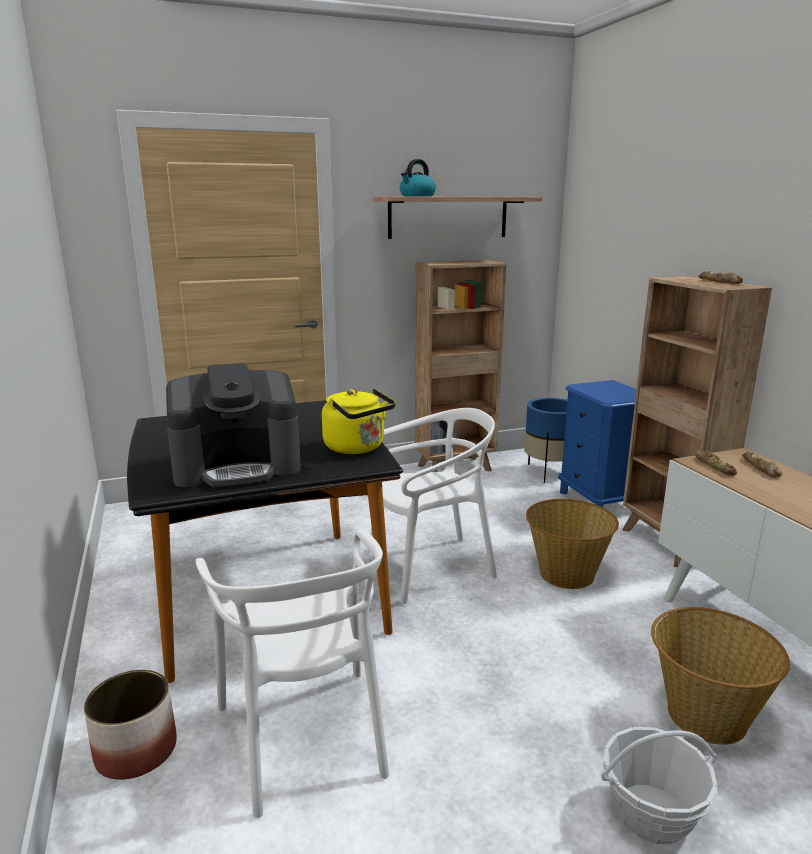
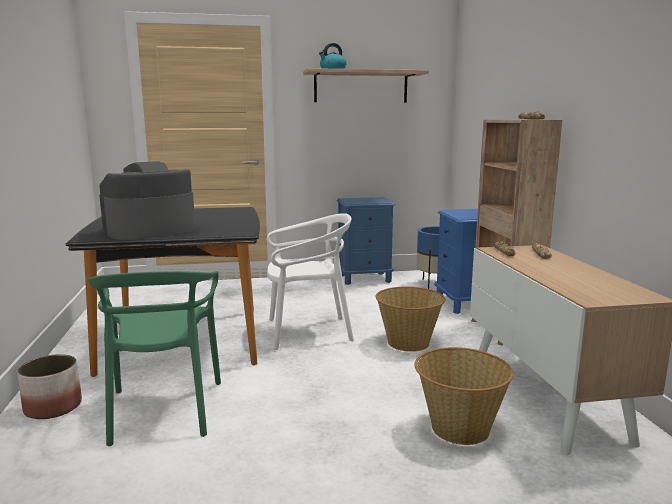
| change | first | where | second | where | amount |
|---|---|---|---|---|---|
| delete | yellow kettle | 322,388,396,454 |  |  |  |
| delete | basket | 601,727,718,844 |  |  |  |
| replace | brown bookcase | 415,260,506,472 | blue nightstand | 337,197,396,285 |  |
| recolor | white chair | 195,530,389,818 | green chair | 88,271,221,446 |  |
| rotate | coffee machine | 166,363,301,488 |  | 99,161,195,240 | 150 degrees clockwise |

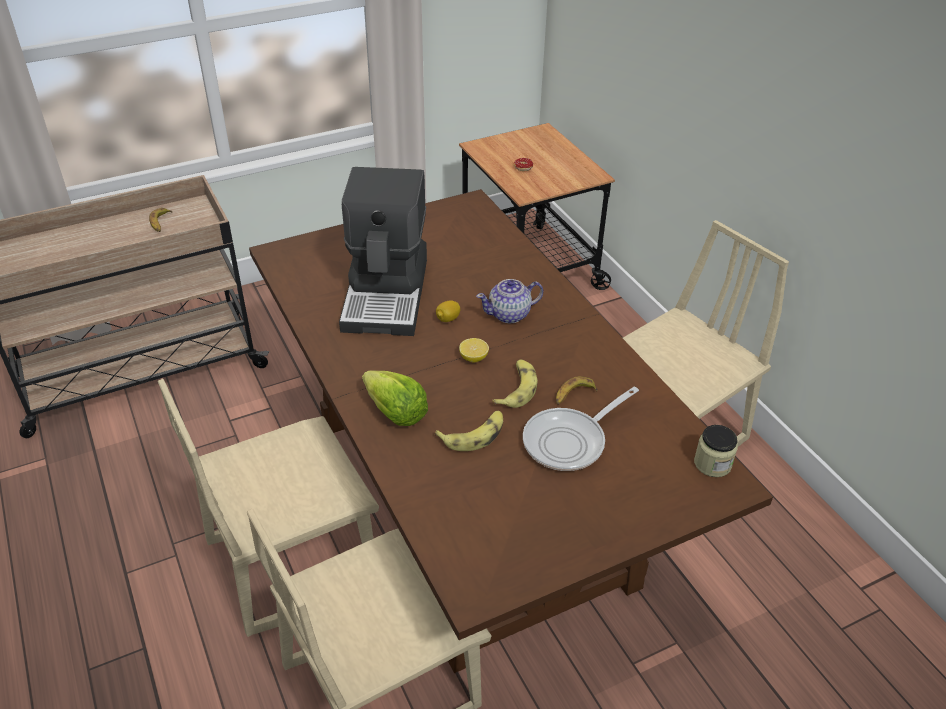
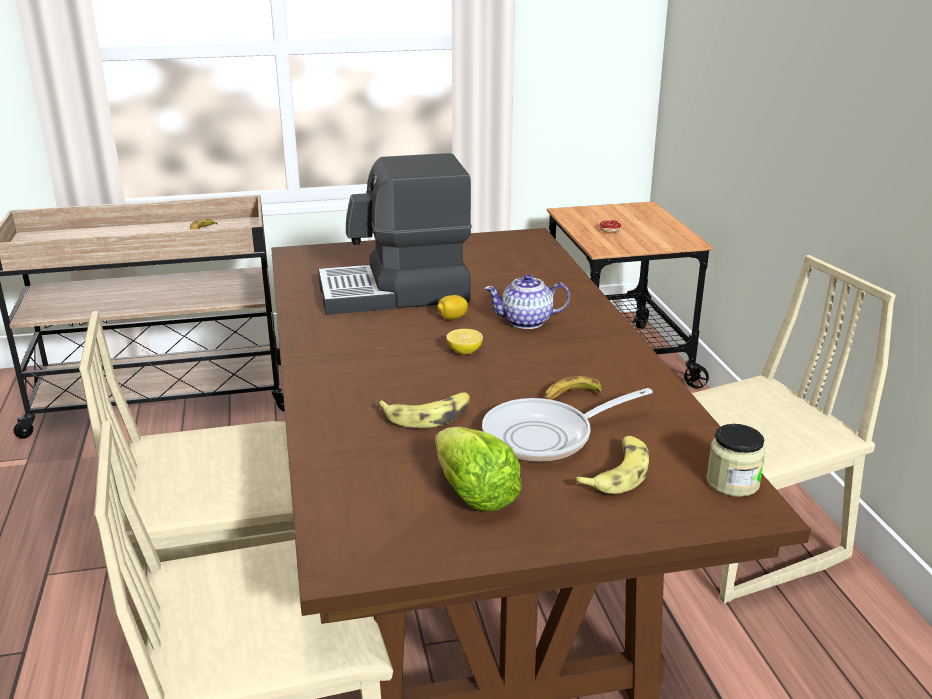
| change | first | where | second | where | amount |
|---|---|---|---|---|---|
| move | lettuce | 362,370,428,426 |  | 435,427,522,512 |  |
| move | banana | 492,359,538,408 |  | 575,436,649,494 |  |
| rotate | coffee machine | 339,167,427,336 |  | 318,153,472,315 | 60 degrees clockwise |

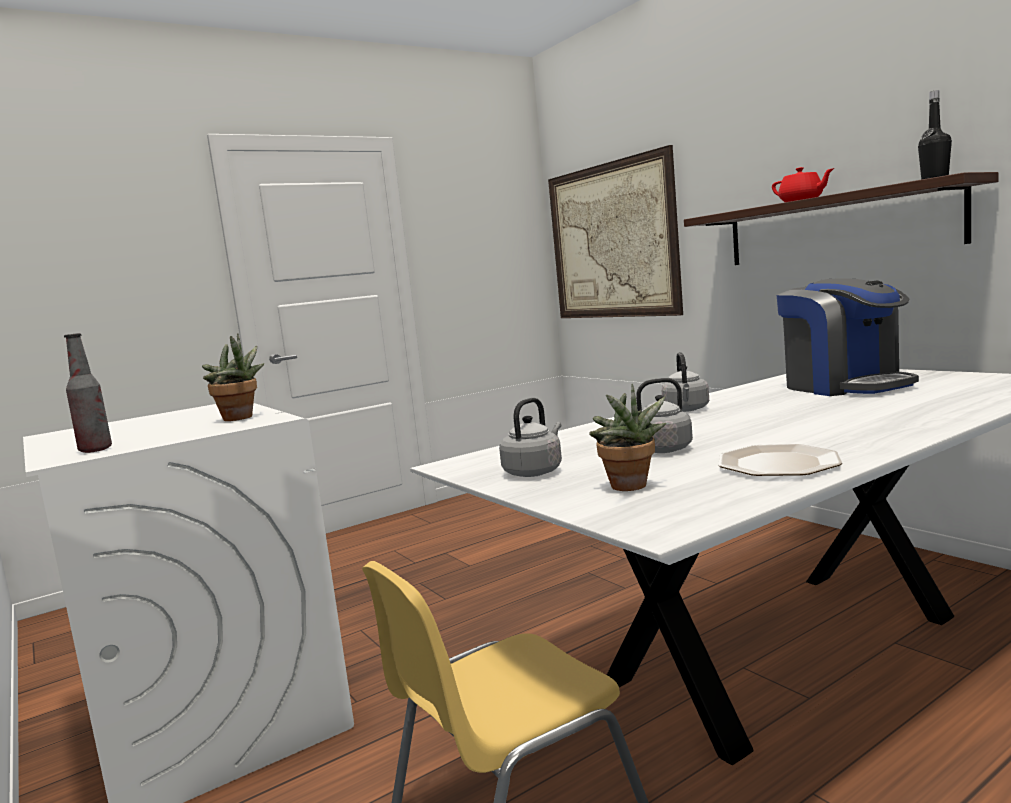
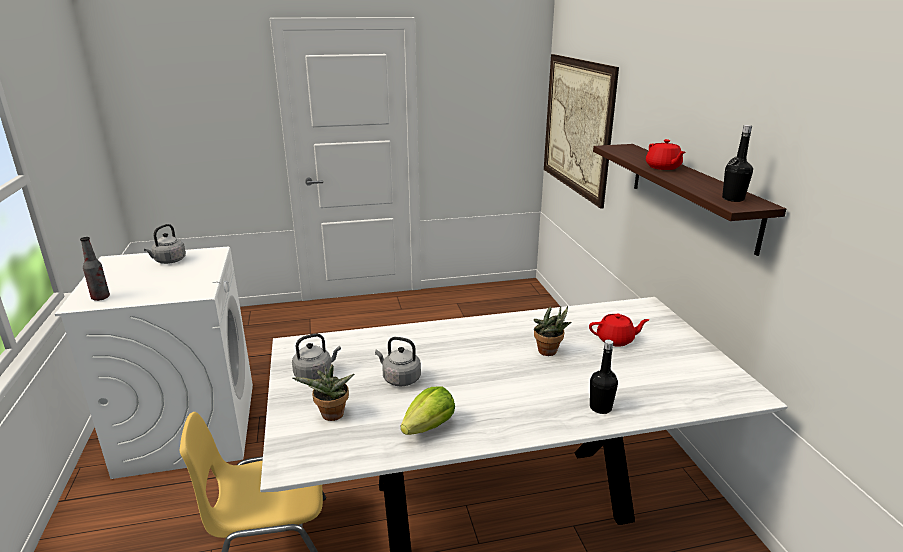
| change | first | where | second | where | amount |
|---|---|---|---|---|---|
| insert |  |  | black bottle | 590,340,618,414 |  |
| move | potted plant | 202,333,265,421 |  | 534,306,571,356 |  |
| move | grey kettle | 661,352,709,412 |  | 144,224,186,264 |  |
| replace | plate | 718,444,842,476 | lettuce | 401,386,455,435 |  |
| replace | coffee machine | 777,278,919,396 | red teapot | 589,313,649,347 |  |

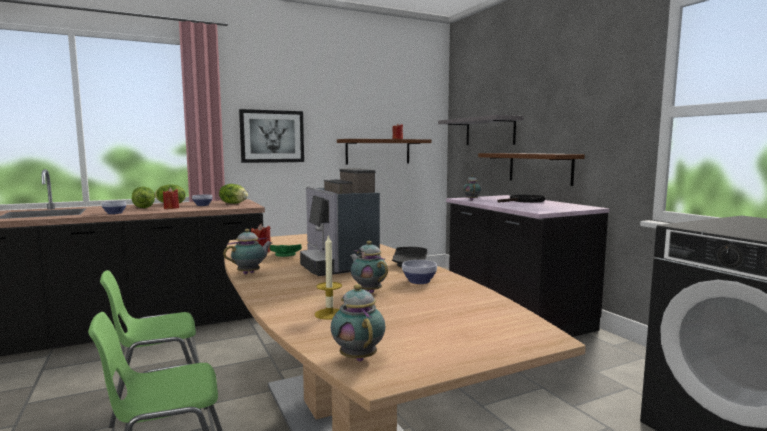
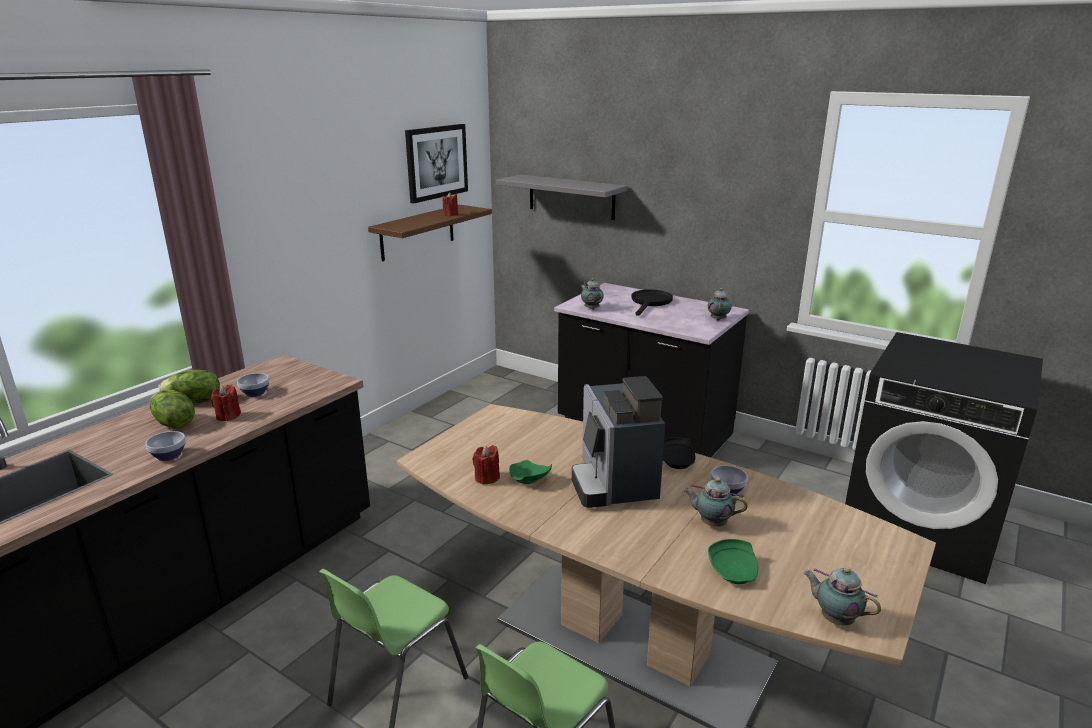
| change | first | where | second | where | amount |
|---|---|---|---|---|---|
| delete | lettuce | 219,184,248,204 |  |  |  |
| delete | brown shelf | 478,153,585,186 |  |  |  |
| move | teapot | 223,229,272,274 |  | 708,288,732,321 |  |
| move | picture | 239,109,304,163 |  | 405,124,468,204 |  |
| replace | candle | 315,234,342,320 | green plate | 708,539,758,584 |  |
| rotate | coffee machine | 300,168,380,276 |  | 572,376,665,508 | 45 degrees clockwise |

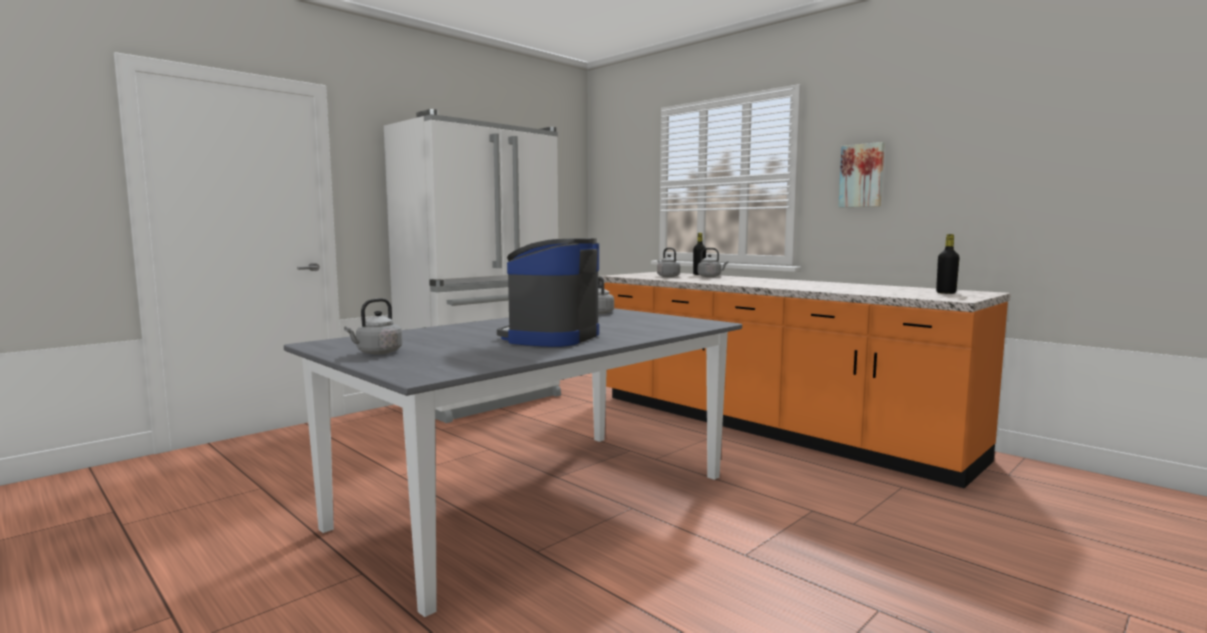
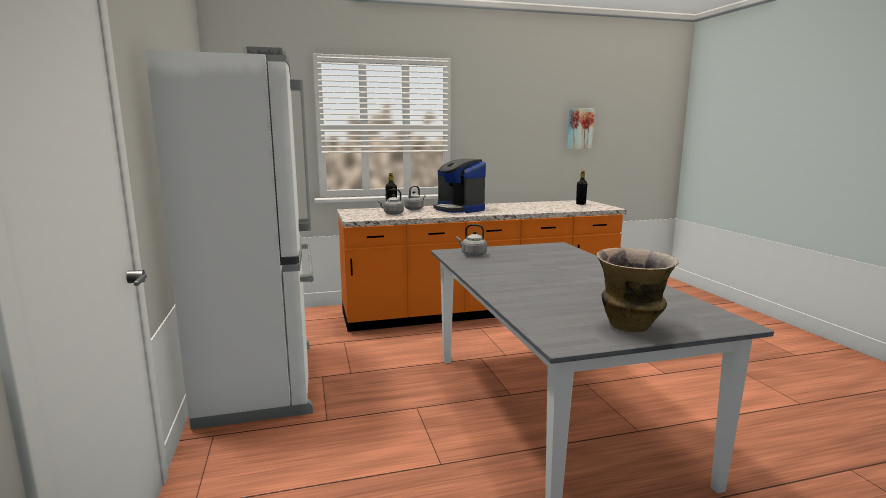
| change | first | where | second | where | amount |
|---|---|---|---|---|---|
| move | coffee machine | 497,238,599,347 |  | 433,159,486,213 |  |
| move | picture | 838,142,884,207 |  | 567,108,595,149 |  |
| replace | grey kettle | 344,298,402,354 | vase | 596,248,678,332 |  |

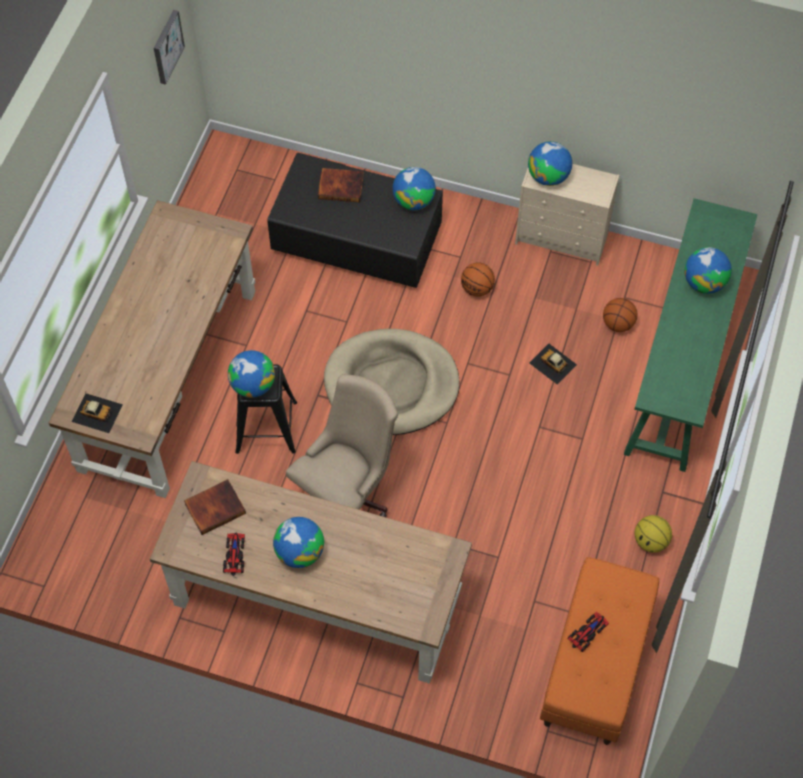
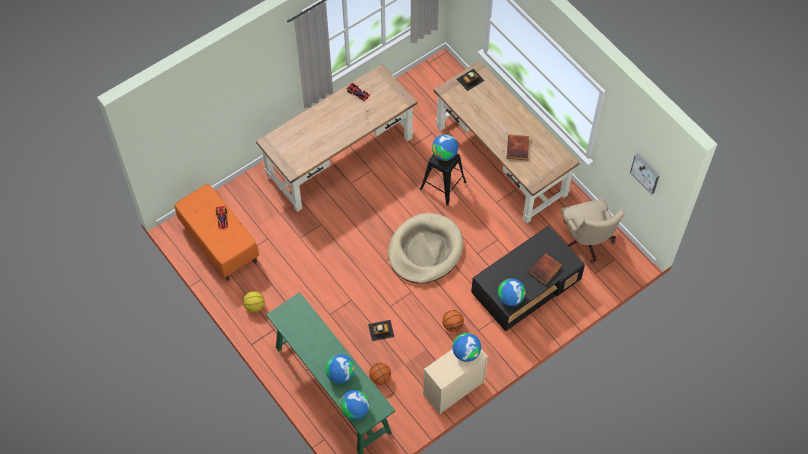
| change | first | where | second | where | amount |
|---|---|---|---|---|---|
| move | book | 184,479,246,535 |  | 507,135,529,160 |  |
| move | globe | 273,517,324,568 |  | 339,390,369,420 |  |
| move | beige office chair | 286,374,398,517 |  | 561,198,624,263 |  |

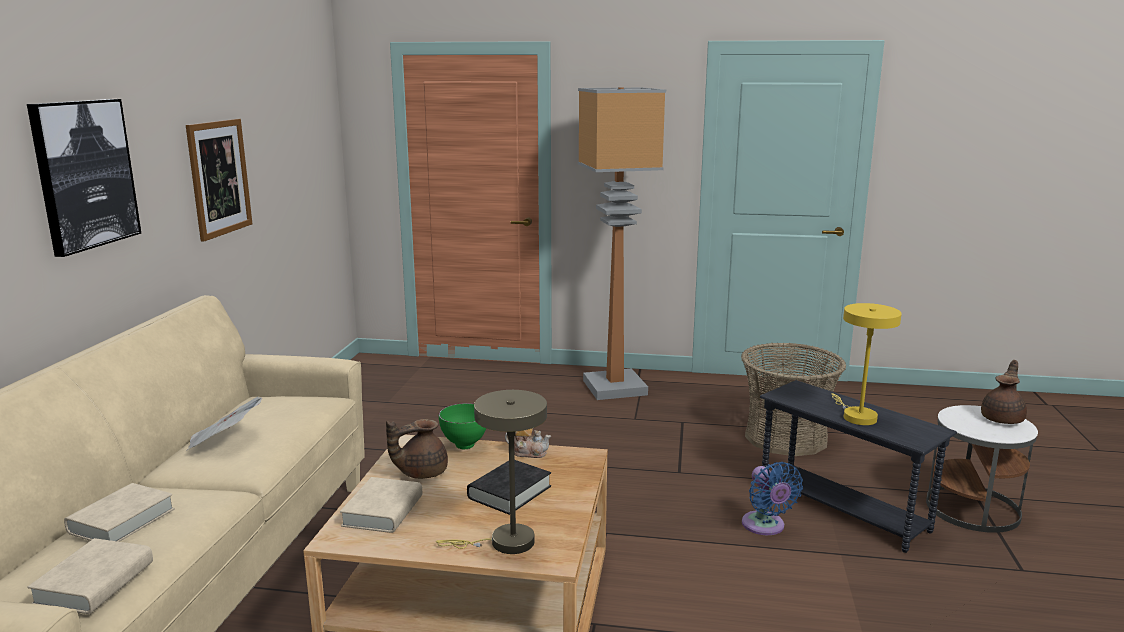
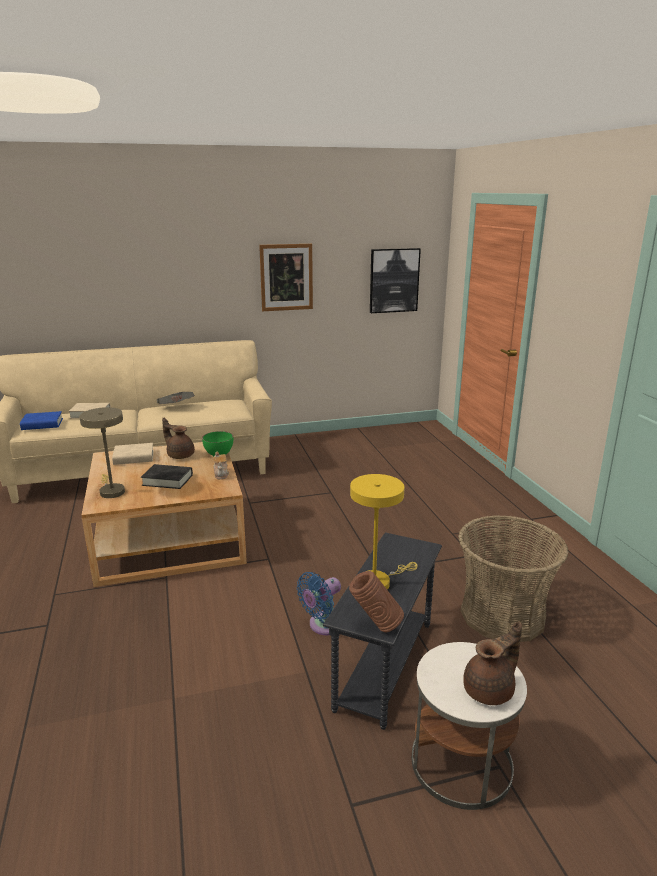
| change | first | where | second | where | amount |
|---|---|---|---|---|---|
| delete | floor lamp | 578,87,666,400 |  |  |  |
| insert |  |  | brown vase | 349,571,404,632 |  |
| move | picture | 27,99,141,257 |  | 370,248,421,313 |  |
| recolor | beige book | 27,538,153,614 | blue book | 20,411,63,430 |  |
| rotate | brown teapot | 981,360,1027,424 |  | 463,621,522,705 | 45 degrees counterclockwise |

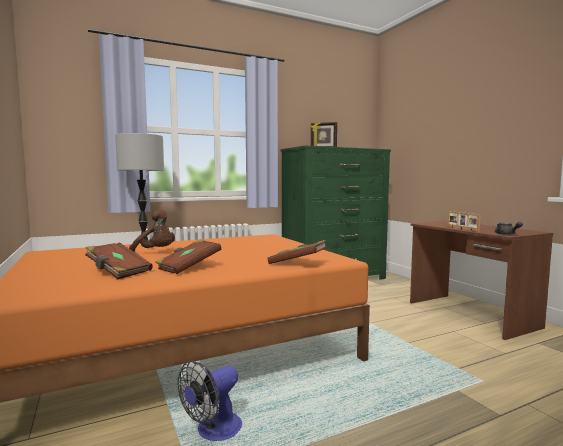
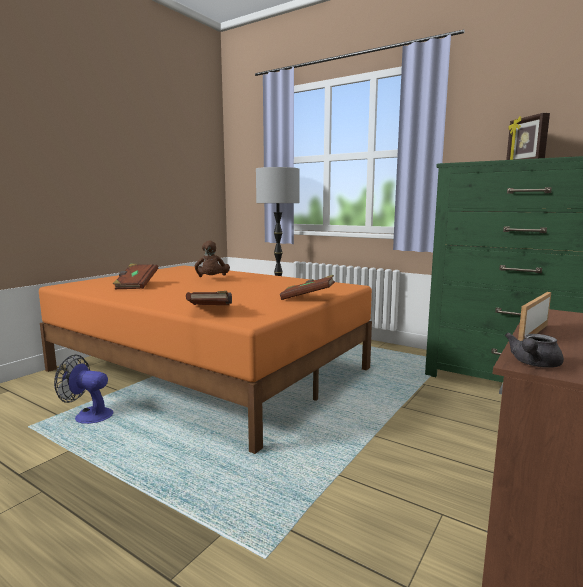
| change | first | where | second | where | amount |
|---|---|---|---|---|---|
| move | brown book | 156,239,221,274 |  | 280,275,335,300 |  |

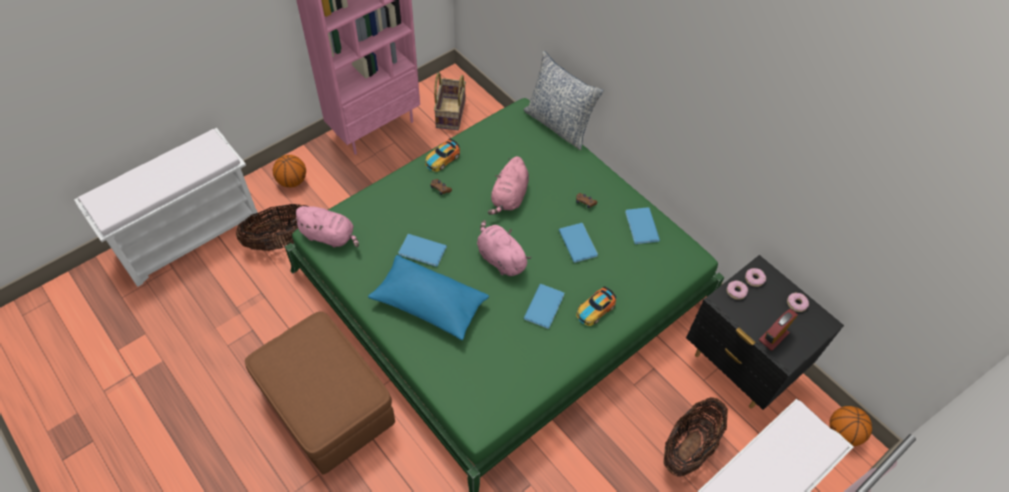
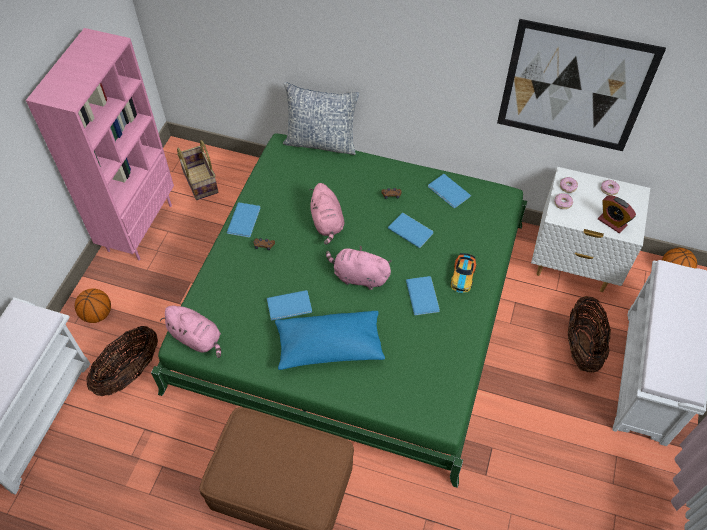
| change | first | where | second | where | amount |
|---|---|---|---|---|---|
| insert |  |  | picture | 497,19,666,151 |  |
| replace | toy car | 425,138,460,172 | blue book | 227,202,261,238 |  |
| recolor | black nightstand | 686,255,844,410 | white nightstand | 531,167,650,292 |  |
| rotate | pink plush toy | 293,206,359,248 |  | 160,305,221,358 | 45 degrees clockwise |
| rotate | alarm clock | 759,309,798,351 |  | 598,196,636,233 | 60 degrees counterclockwise |

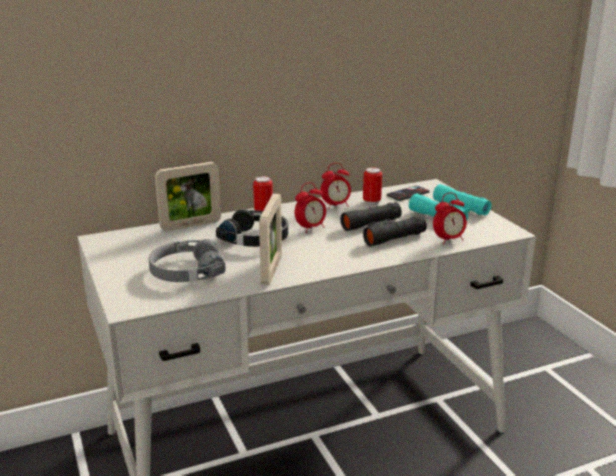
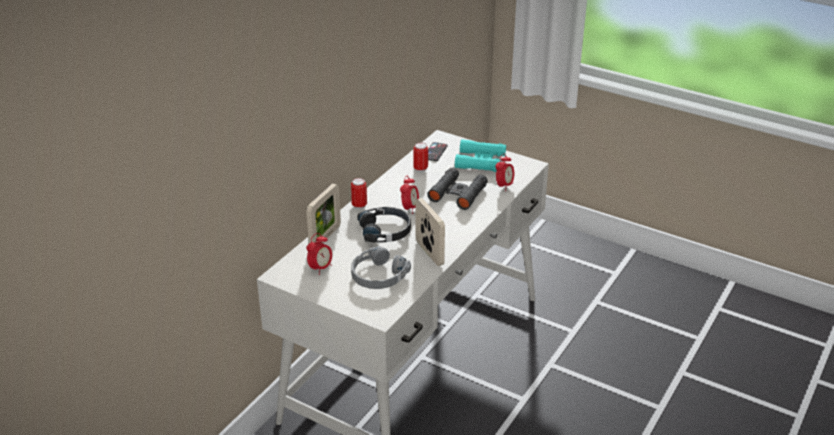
| change | first | where | second | where | amount |
|---|---|---|---|---|---|
| move | alarm clock | 320,163,351,209 |  | 306,233,332,275 |  |

